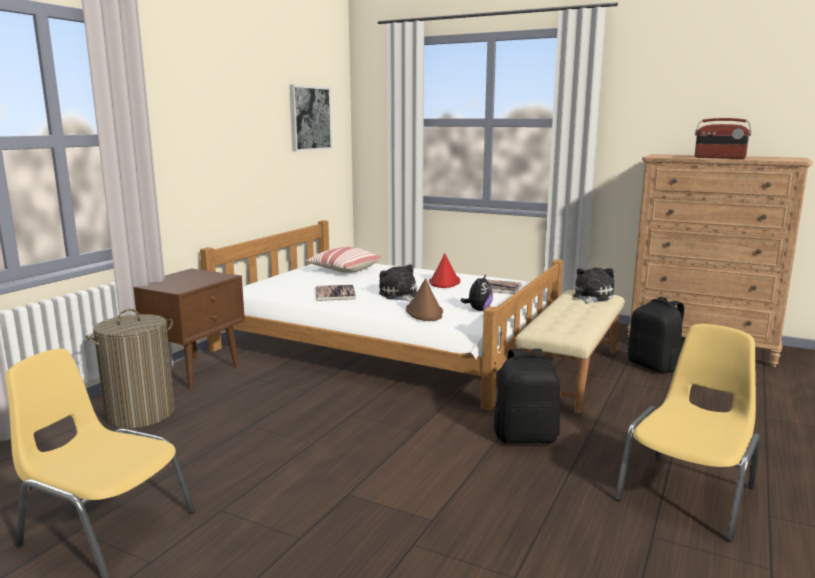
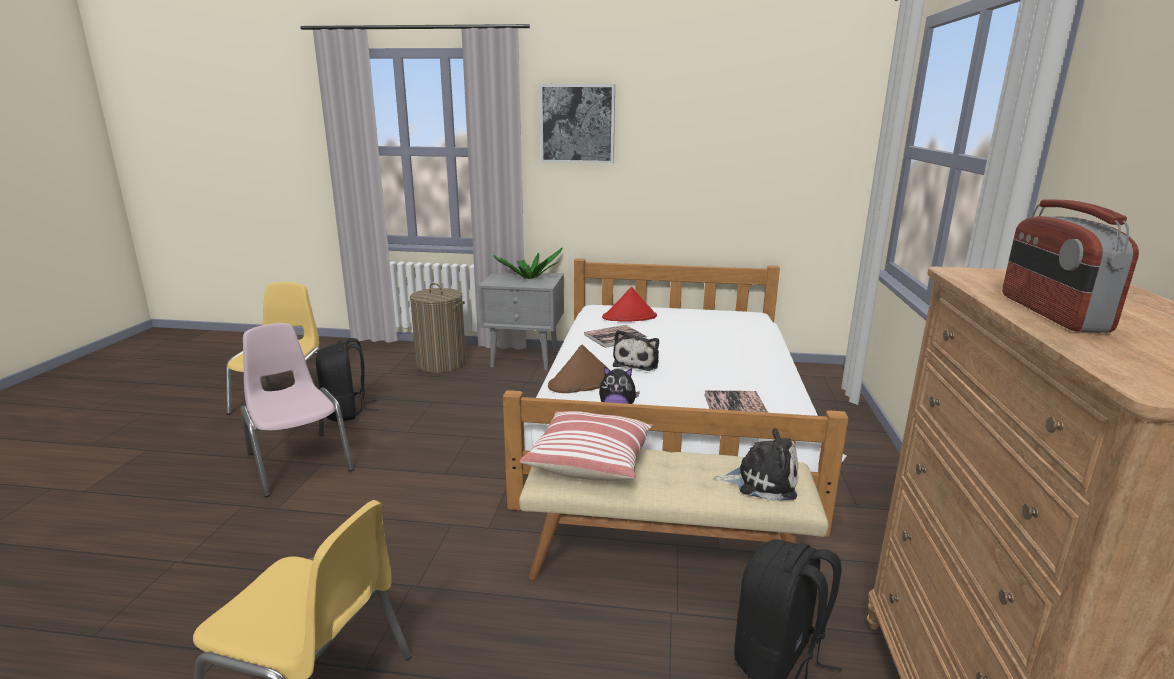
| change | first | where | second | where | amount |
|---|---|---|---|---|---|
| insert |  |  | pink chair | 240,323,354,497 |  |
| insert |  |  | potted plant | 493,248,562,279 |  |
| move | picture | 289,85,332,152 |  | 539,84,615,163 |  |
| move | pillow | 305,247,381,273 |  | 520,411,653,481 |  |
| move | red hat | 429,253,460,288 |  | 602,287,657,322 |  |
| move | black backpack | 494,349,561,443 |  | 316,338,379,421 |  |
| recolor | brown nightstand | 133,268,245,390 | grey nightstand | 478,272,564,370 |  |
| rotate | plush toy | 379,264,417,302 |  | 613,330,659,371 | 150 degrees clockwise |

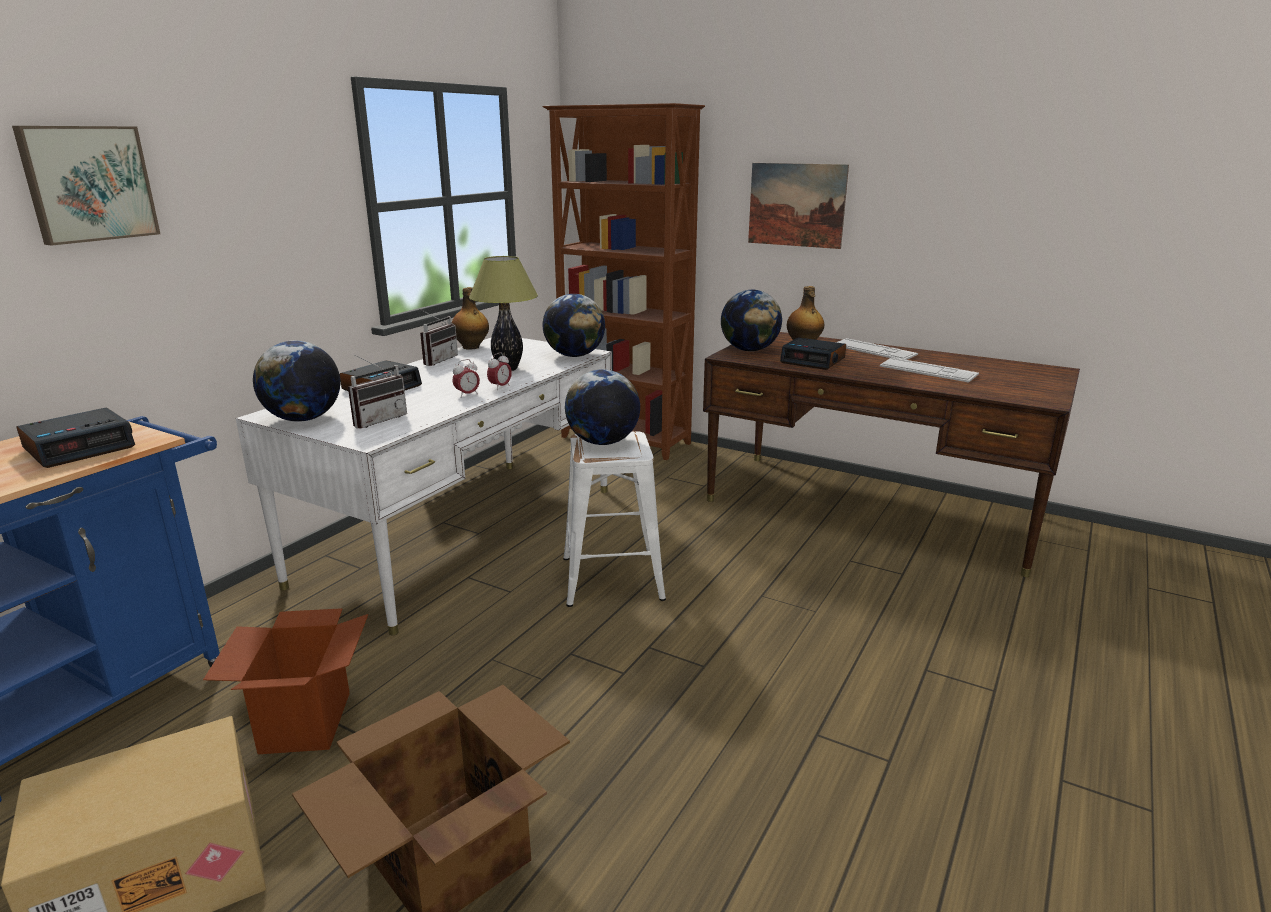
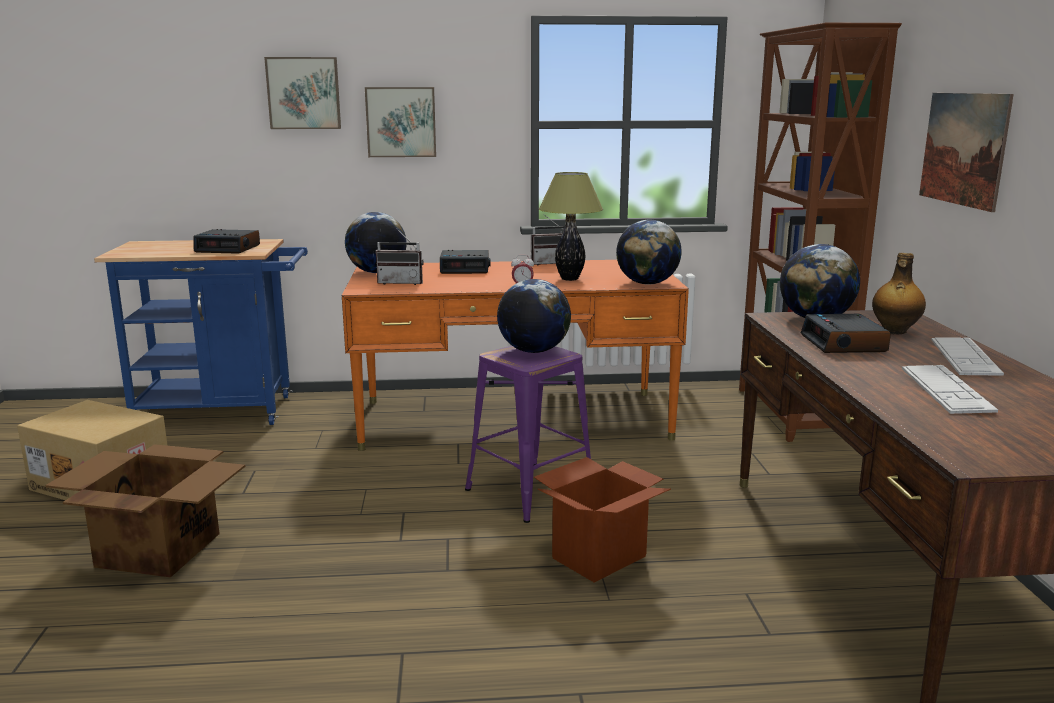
| change | first | where | second | where | amount |
|---|---|---|---|---|---|
| delete | bottle | 452,287,489,350 |  |  |  |
| delete | alarm clock | 452,359,480,398 |  |  |  |
| insert |  |  | picture | 365,87,436,157 |  |
| move | cardboard box | 203,608,368,754 |  | 534,457,671,583 |  |
| recolor | white desk | 236,338,612,635 | orange desk | 342,260,689,451 |  |
| recolor | white stool | 563,431,666,607 | purple stool | 465,346,591,523 |  |

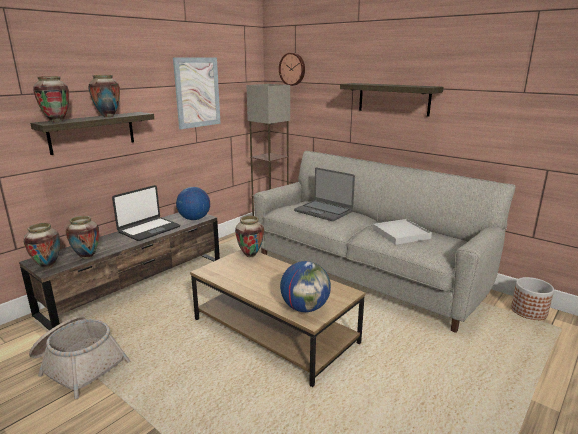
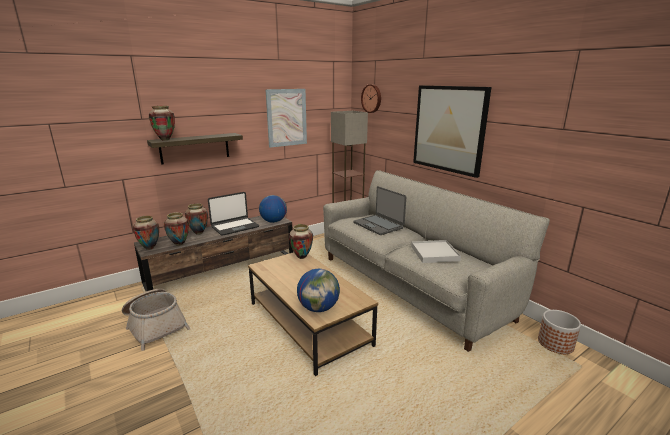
| change | first | where | second | where | amount |
|---|---|---|---|---|---|
| move | vase | 89,75,120,117 |  | 185,203,208,235 |  |
| replace | shelf | 340,83,444,117 | picture | 413,85,491,178 |  |

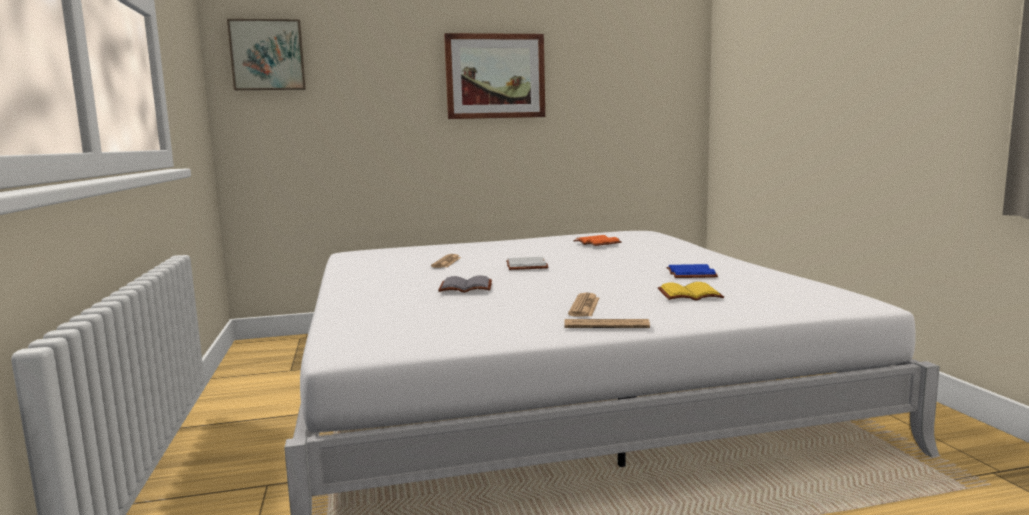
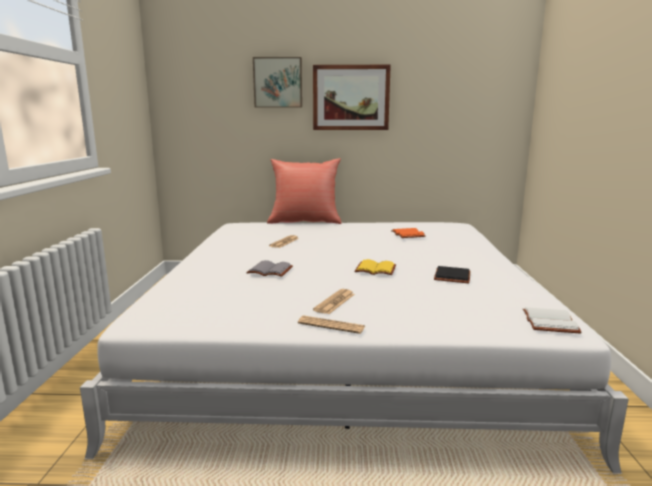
| change | first | where | second | where | amount |
|---|---|---|---|---|---|
| insert |  |  | red pillow | 267,158,342,224 |  |
| move | picture | 227,19,306,90 |  | 253,57,302,108 |  |
| move | white book | 506,257,548,270 |  | 523,307,582,334 |  |
| move | yellow book | 658,282,724,300 |  | 354,259,396,275 |  |
| recolor | blue book | 666,264,718,278 | black book | 434,266,470,283 |  |

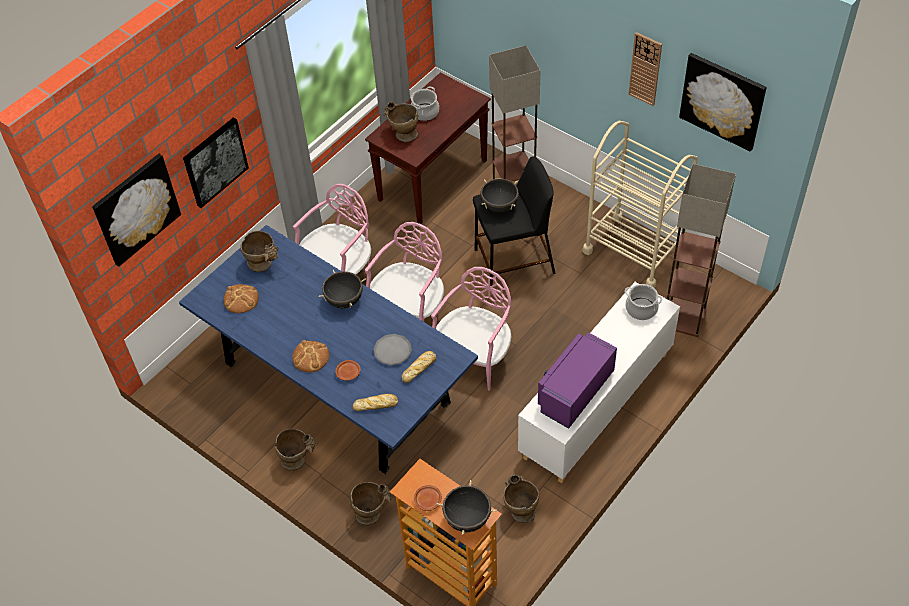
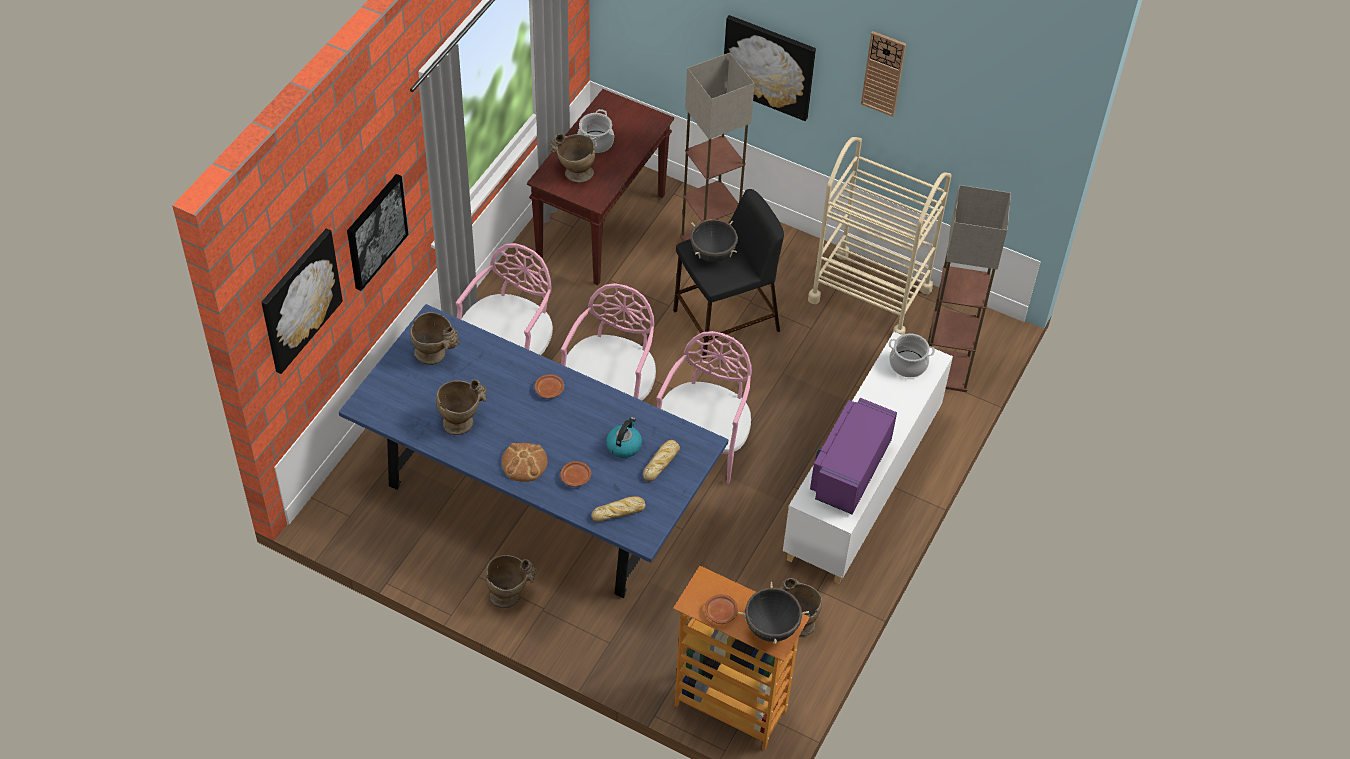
| change | first | where | second | where | amount |
|---|---|---|---|---|---|
| delete | bread | 223,284,259,313 |  |  |  |
| move | beige vase | 350,482,392,525 |  | 436,379,487,435 |  |
| move | picture | 679,53,767,152 |  | 724,15,816,121 |  |
| replace | black cooking pot | 319,270,366,308 | brown plate | 535,374,564,399 |  |
| replace | grey plate | 373,334,412,365 | kettle | 606,417,642,458 |  |

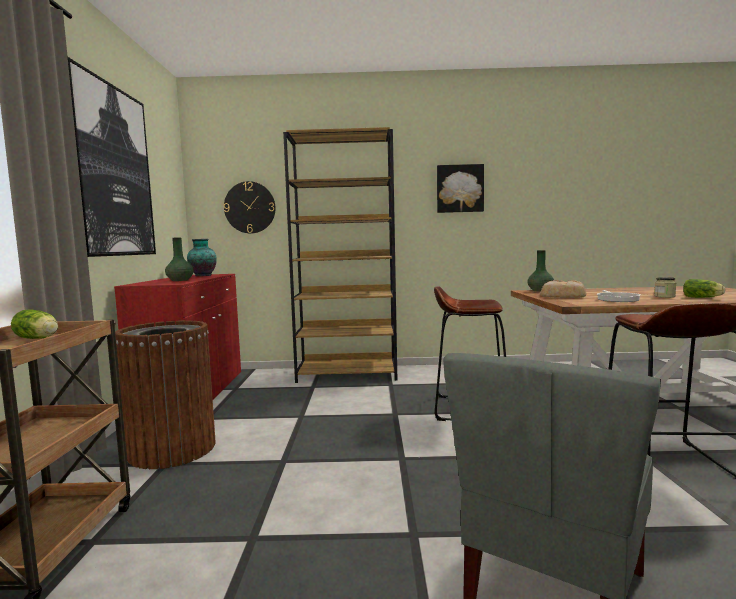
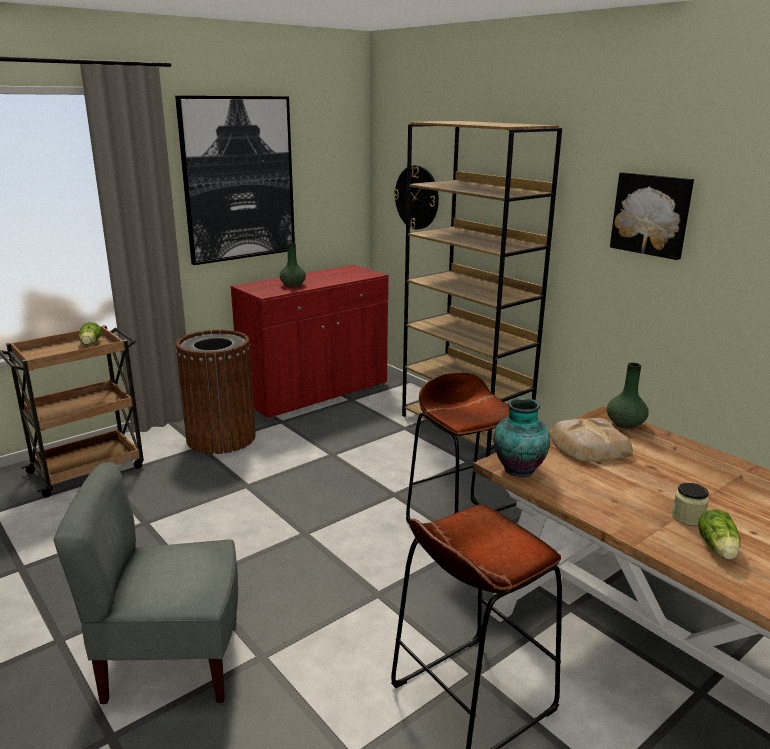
| change | first | where | second | where | amount |
|---|---|---|---|---|---|
| delete | frying pan | 597,290,641,302 |  |  |  |
| move | vase | 187,239,217,276 |  | 493,398,550,477 |  |

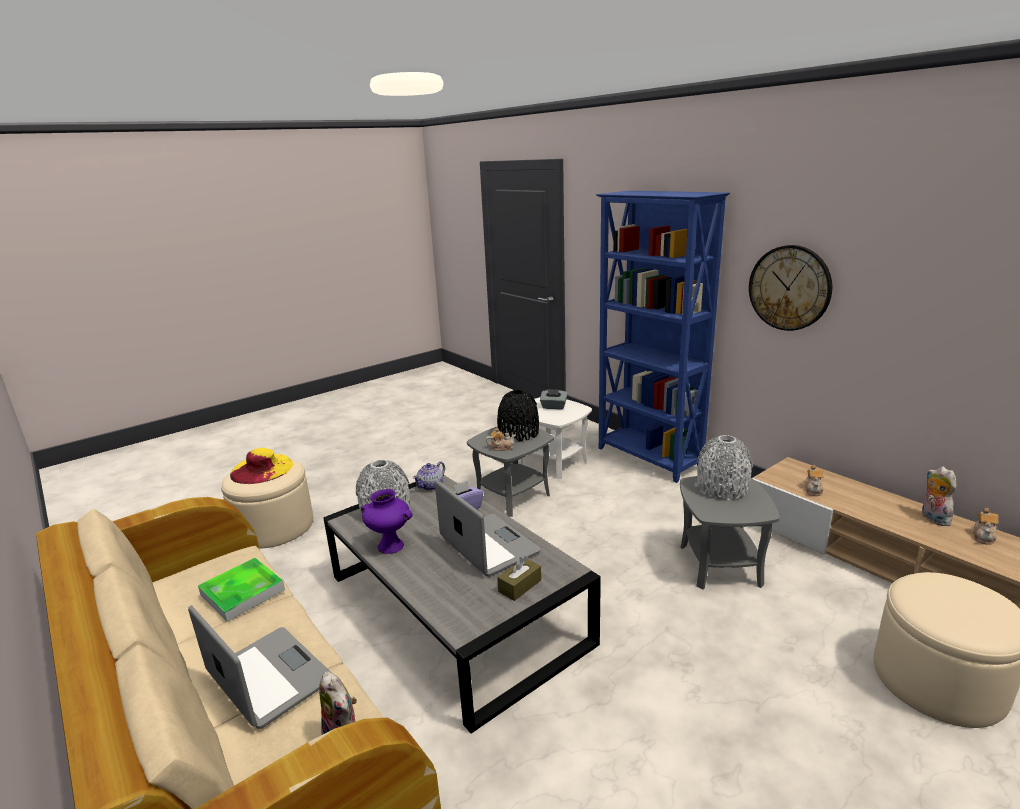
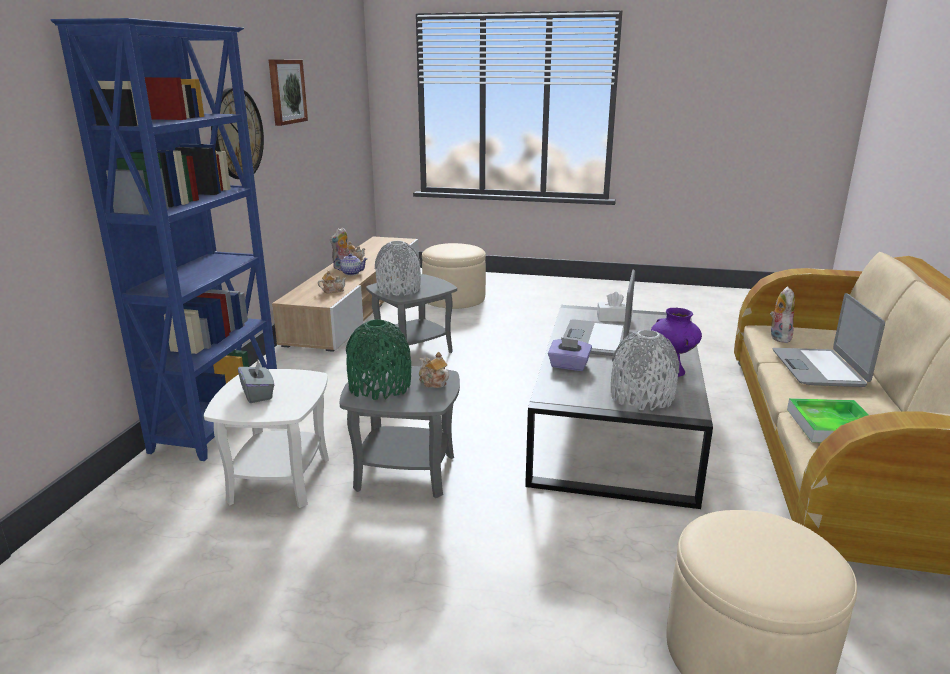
| change | first | where | second | where | amount |
|---|---|---|---|---|---|
| delete | yellow hat | 230,448,293,484 |  |  |  |
| insert |  |  | picture | 269,60,308,126 |  |
| move | teapot | 413,461,445,491 |  | 333,254,368,275 |  |
| recolor | black vase | 497,390,539,442 | green vase | 346,319,411,400 |  |
| recolor | brown tissue box | 497,556,541,601 | white tissue box | 597,292,633,322 |  |

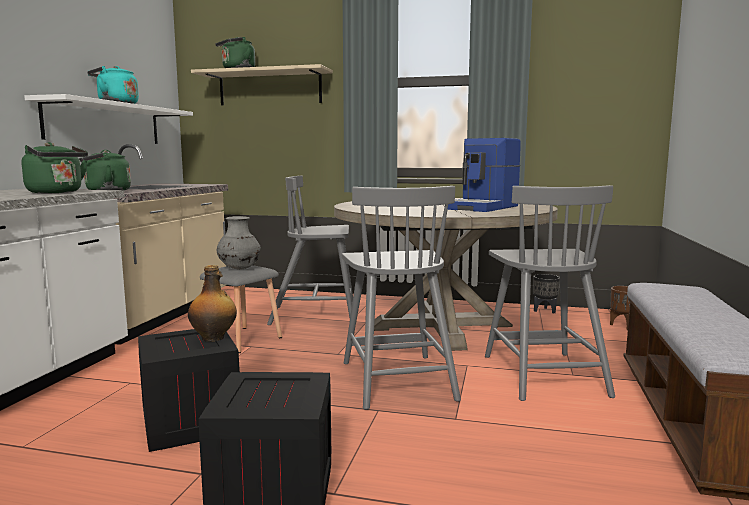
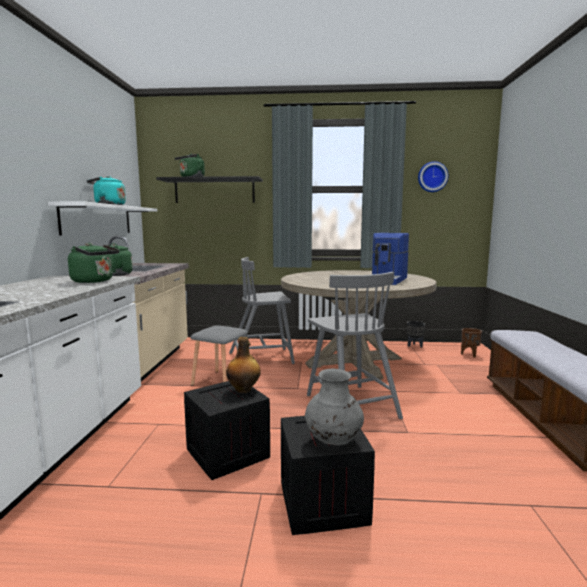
| change | first | where | second | where | amount |
|---|---|---|---|---|---|
| delete | grey chair | 485,185,615,401 |  |  |  |
| insert |  |  | wall clock | 418,161,449,192 |  |
| move | grey vase | 217,216,261,270 |  | 305,369,364,445 |  |
| recolor | beige shelf | 191,64,333,105 | black shelf | 156,176,263,203 |  |

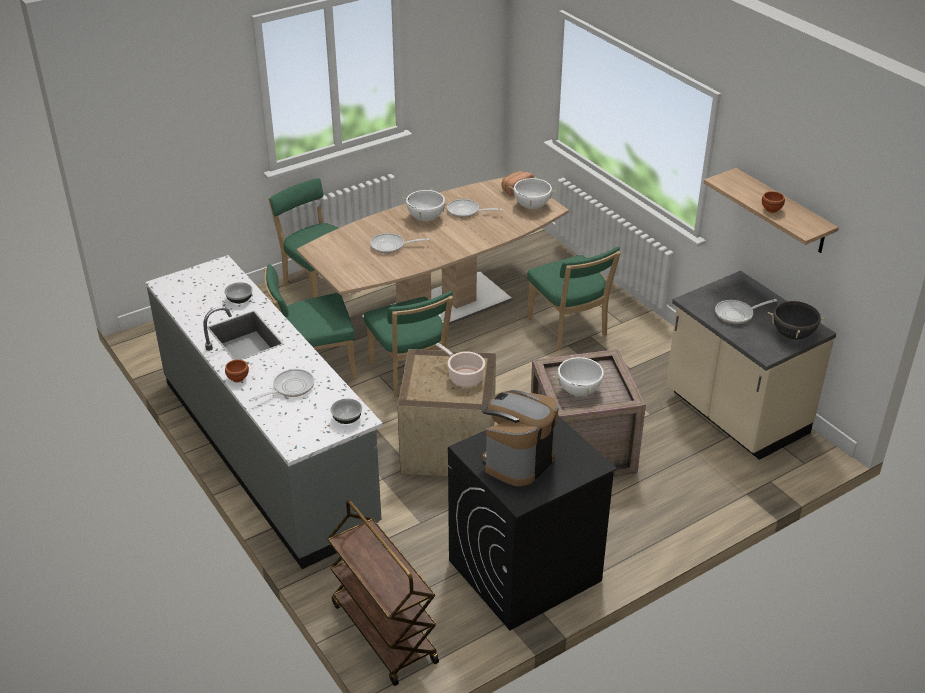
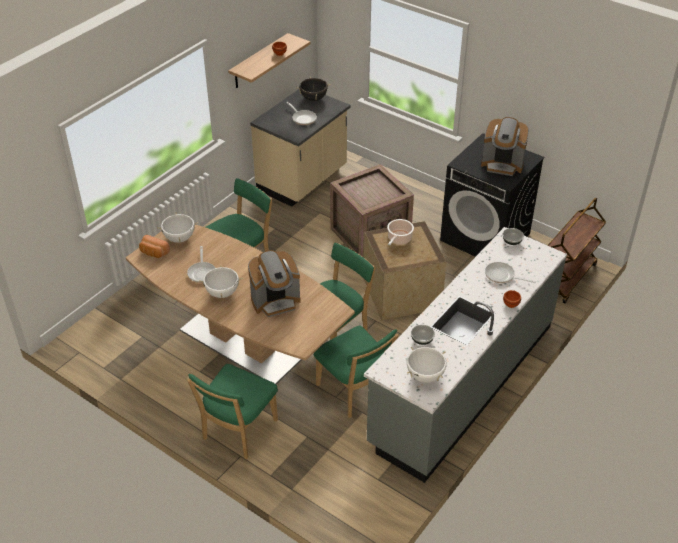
| change | first | where | second | where | amount |
|---|---|---|---|---|---|
| move | white cooking pot | 554,355,608,396 |  | 407,347,447,383 |  |
| replace | frying pan | 370,233,429,254 | coffee machine | 248,250,301,317 |  |

